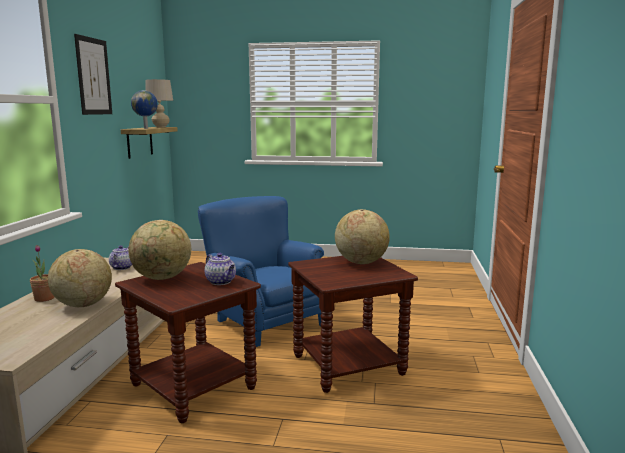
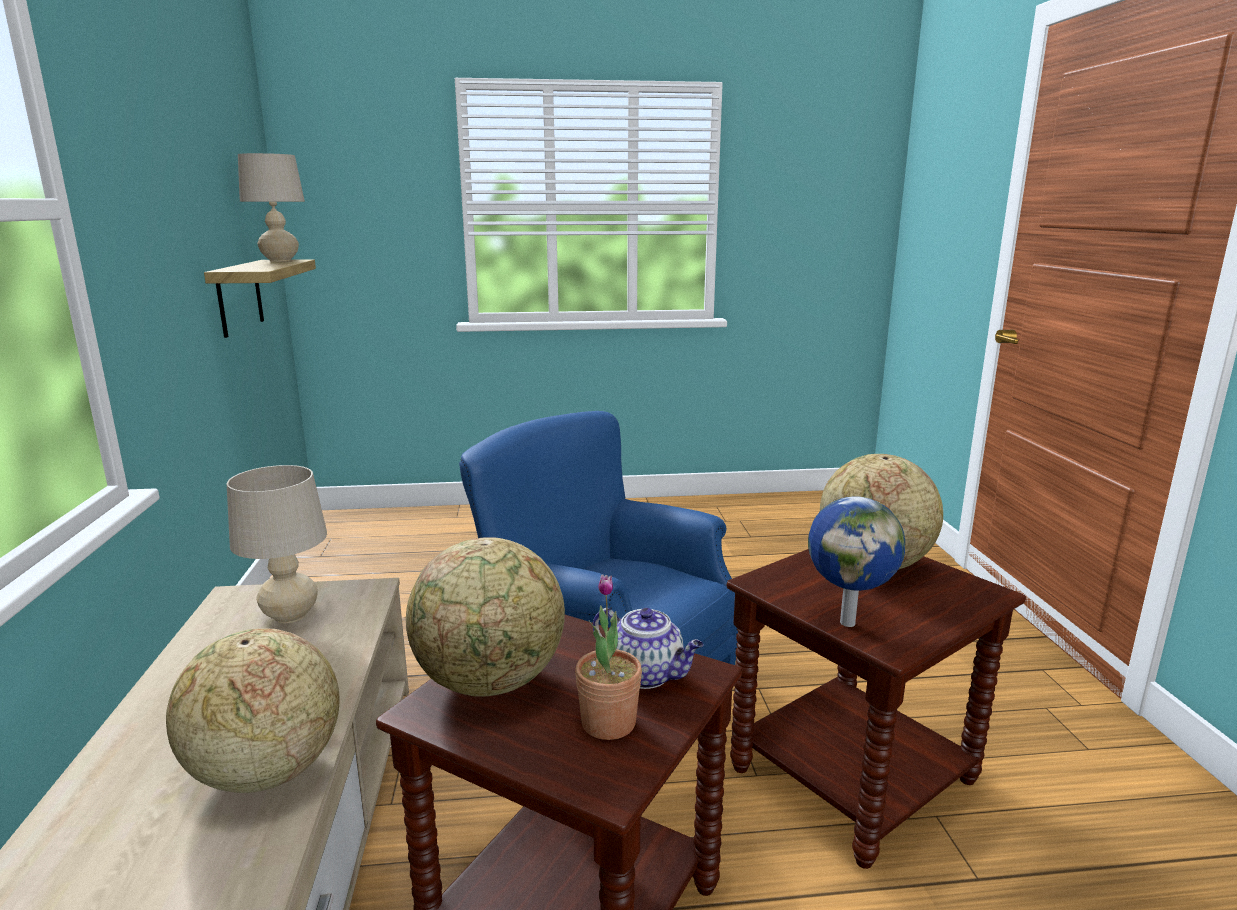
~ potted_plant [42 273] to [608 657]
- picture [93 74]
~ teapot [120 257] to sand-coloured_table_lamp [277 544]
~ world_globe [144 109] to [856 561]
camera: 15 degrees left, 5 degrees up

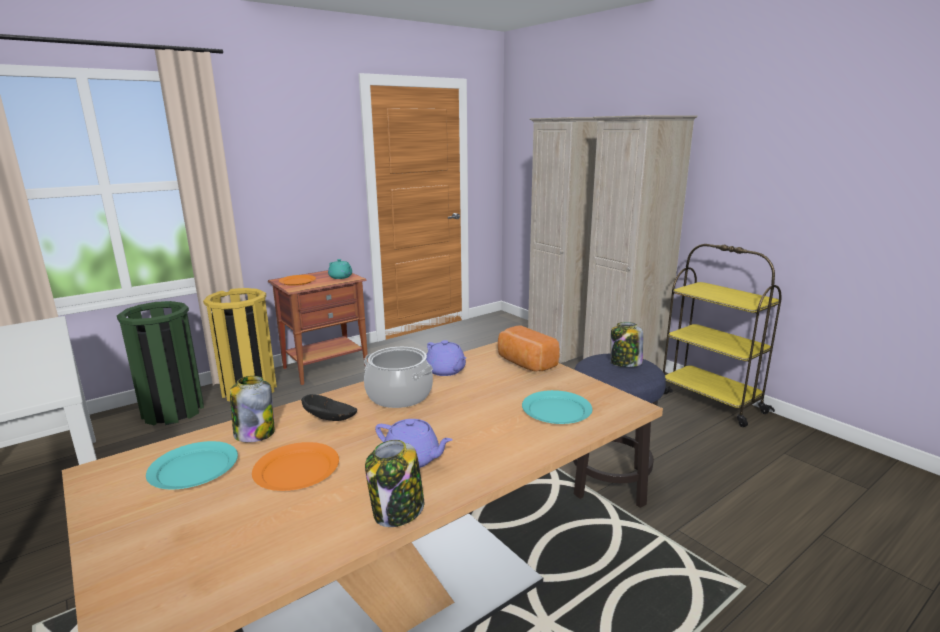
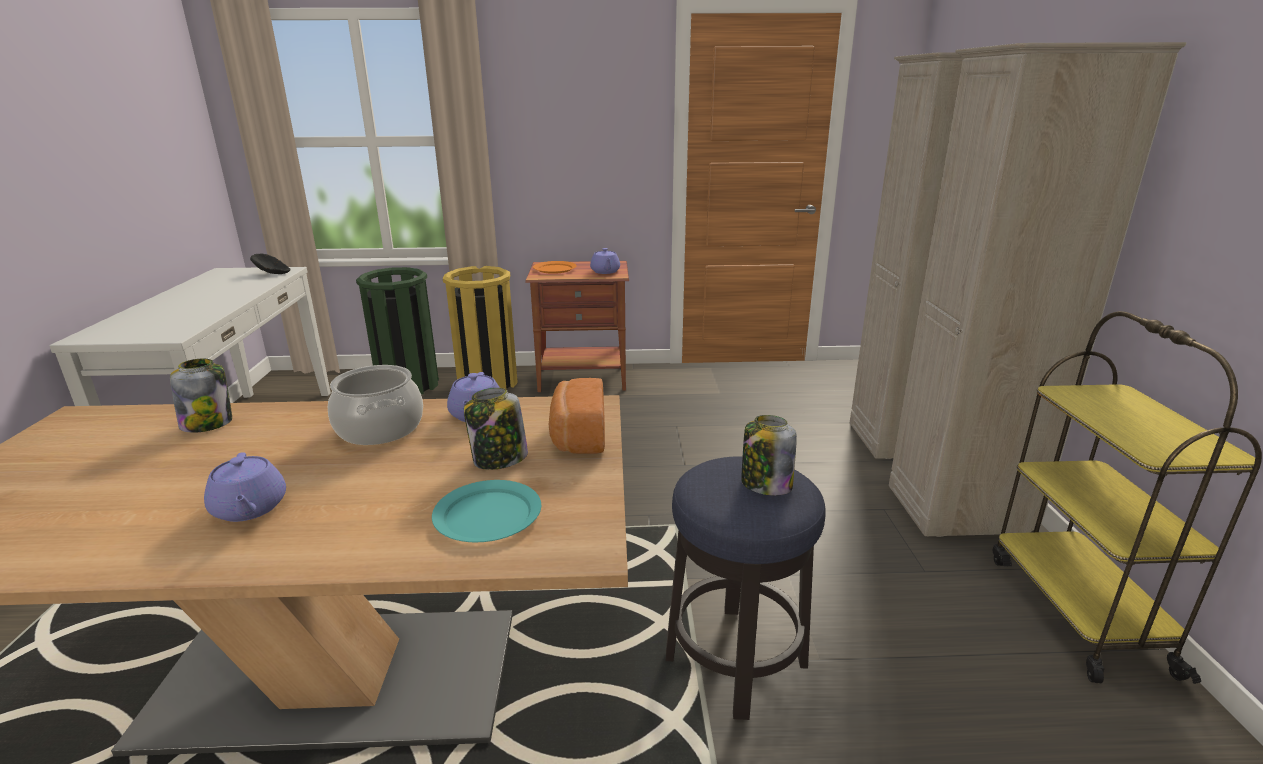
- turquoise-coloured_dinner_plate [192 465]
- orangey_dinner_plate [295 466]
~ black-coloured_deep_dish [329 407] to [270 264]
~ turquoise-coloured_teapot [340 269] to purple_teapot [605 261]
~ preserve_jar [394 483] to [496 429]
camera: 35 degrees right, 5 degrees up

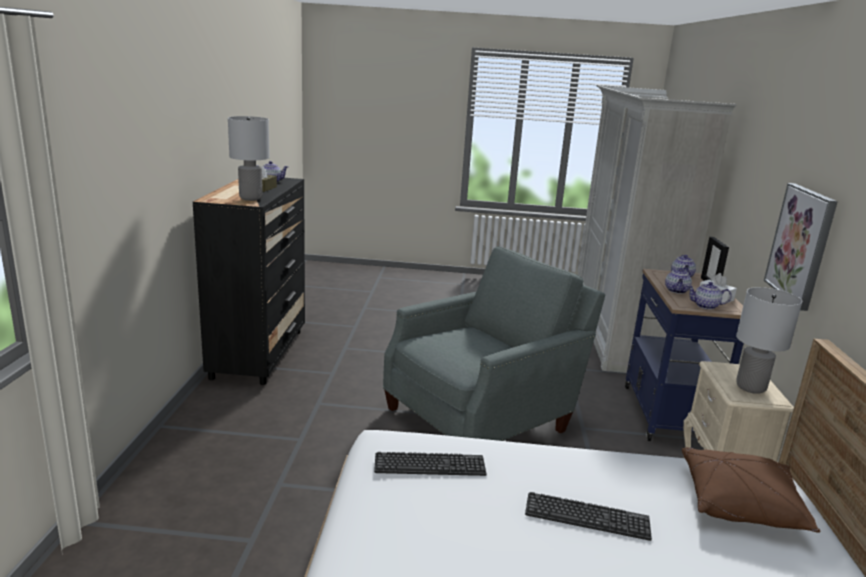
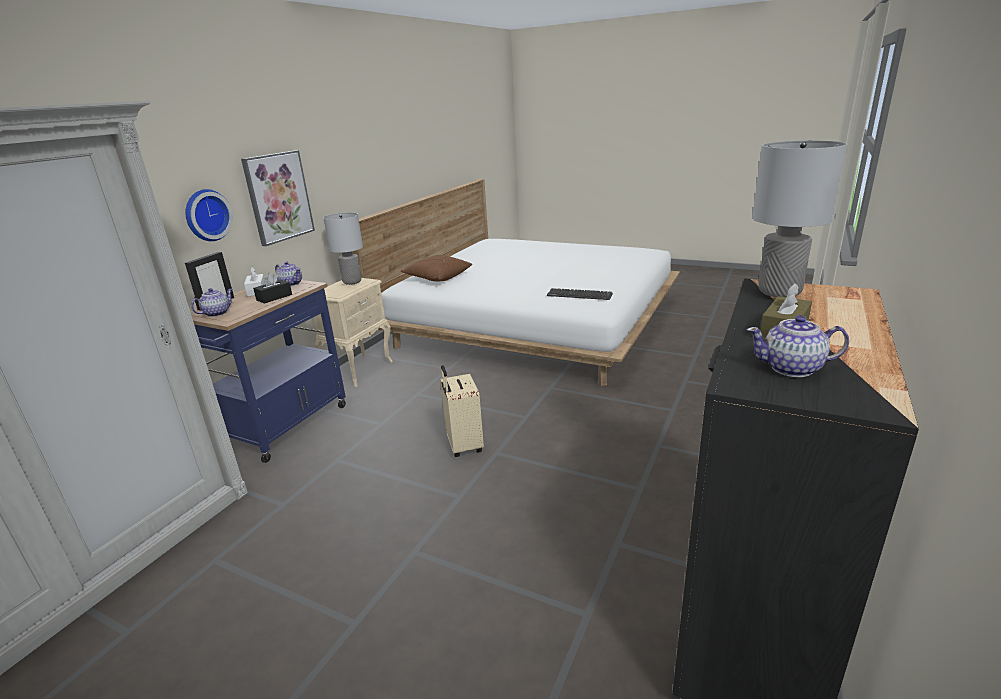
~ gray_armchair [494 343] to sand-coloured_travel_case [462 411]
- computer_keyboard [588 516]
~ teapot [678 281] to black-coloured_box_of_tissues [272 288]
+ wall_clock [209 215]
camera: 155 degrees left, 5 degrees up

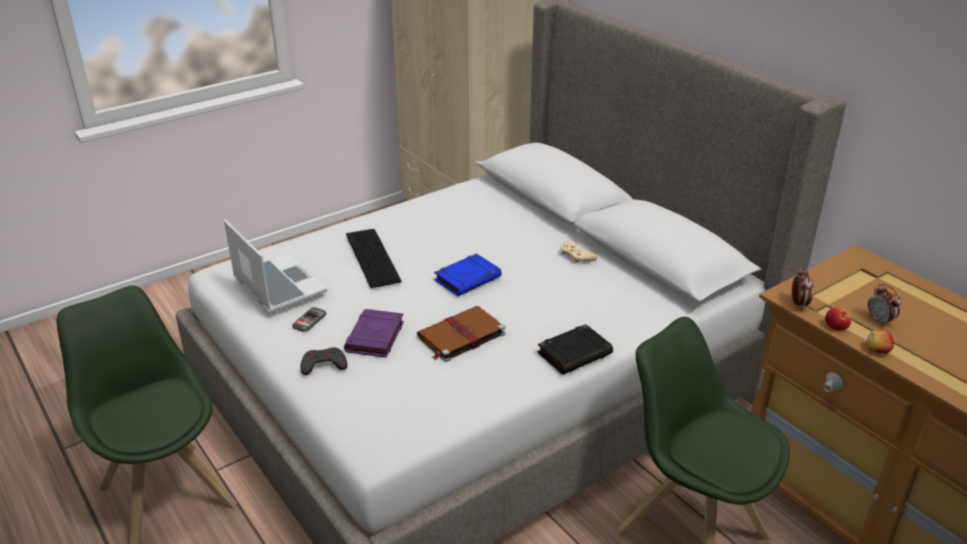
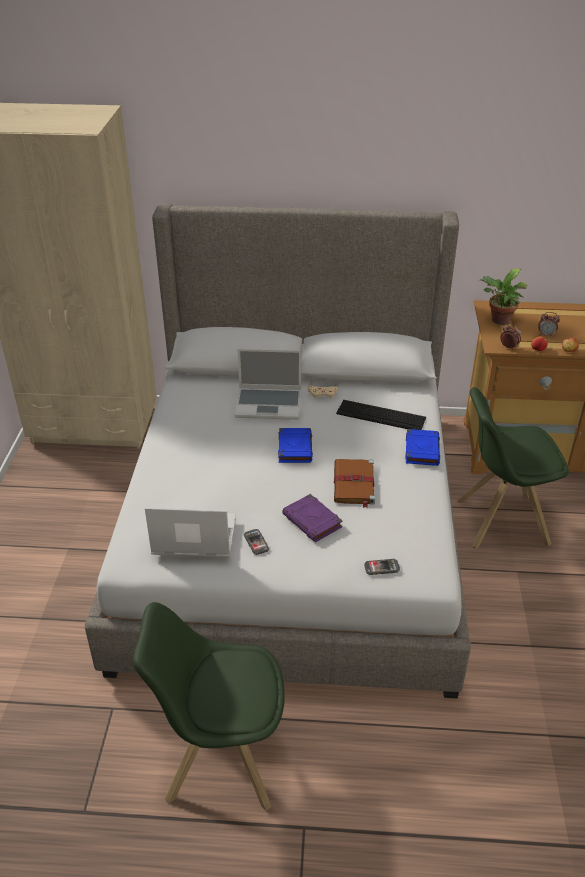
- gray_joypad [323 361]
~ computer_keyboard [374 258] to [381 415]
~ black-coloured_bound_book [575 349] to blue-coloured_bound_book [422 447]
+ laptop [268 384]
+ phone [382 567]
+ potted_plant [503 297]
camera: 50 degrees left, 5 degrees up

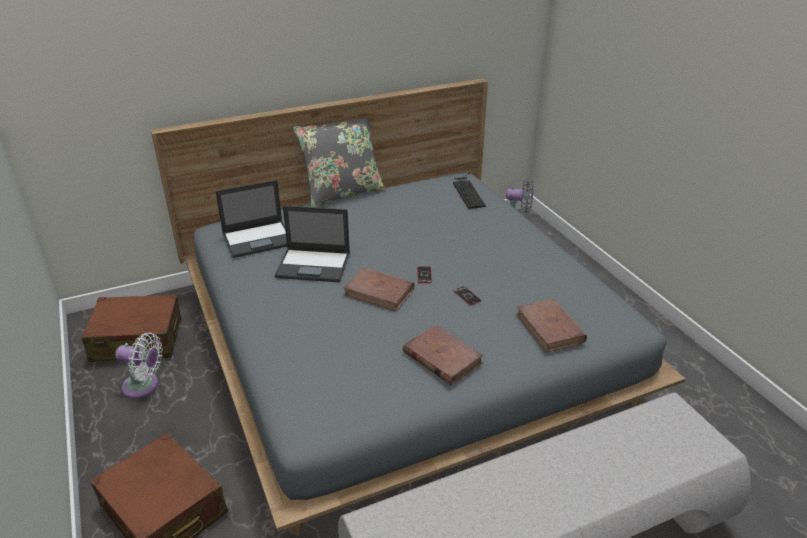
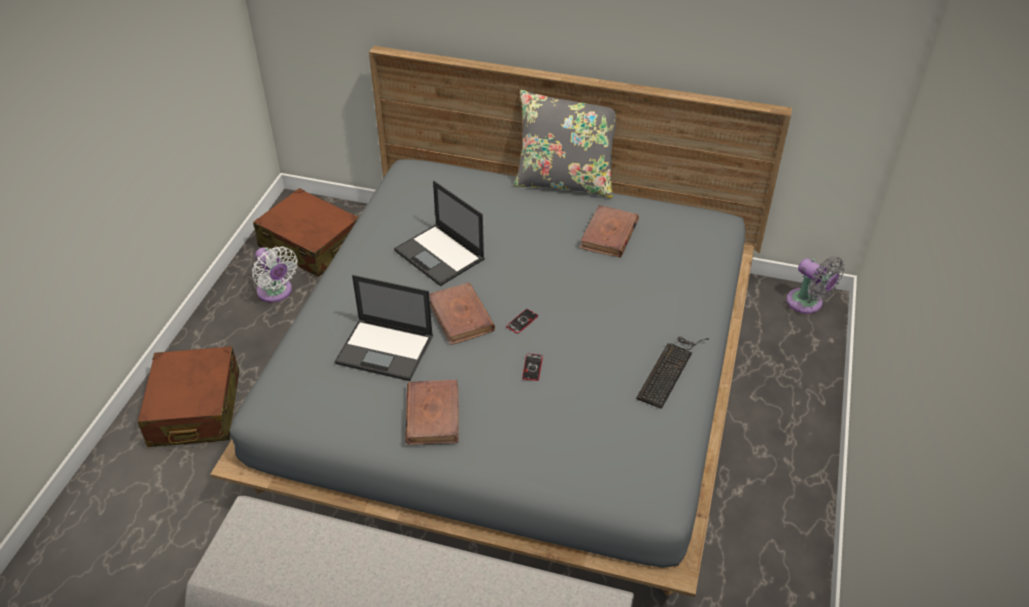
~ laptop [251 219] to [383 328]
~ computer_keyboard [469 191] to [672 373]
~ brown-coloured_bound_book [551 325] to [609 231]
camera: 40 degrees right, 10 degrees up

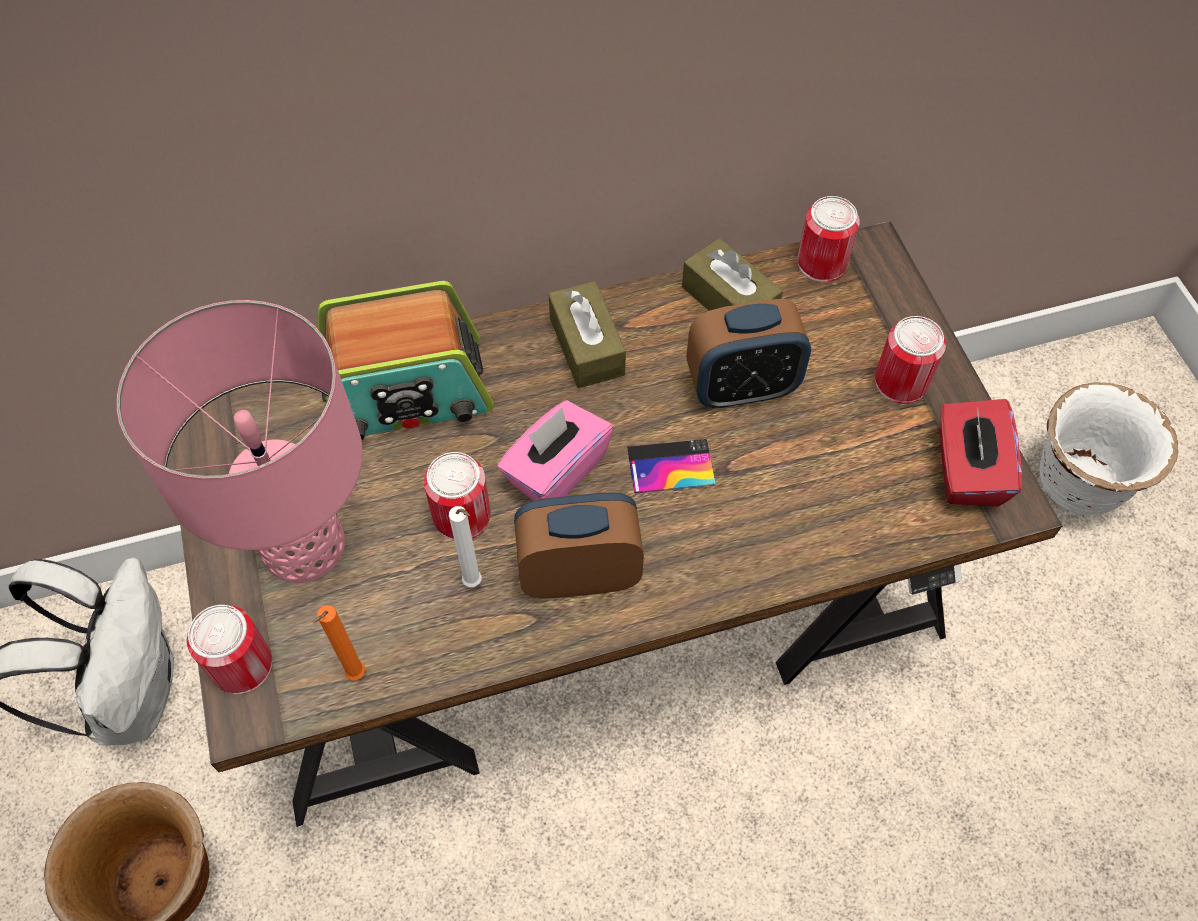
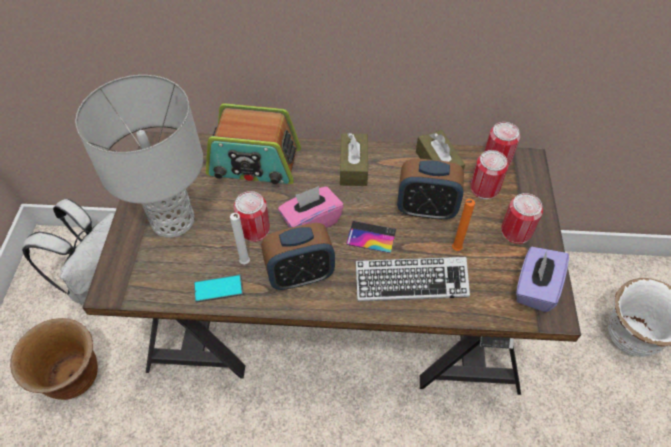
~ pink_table_lamp [240 441] to whitish_table_lamp [139 156]
~ can [229 649] to [489 174]
~ orangey_wax_light [339 643] to [463 225]
~ bedside_clock [579 546] = [298 256] 150 degrees clockwise
~ reddish_box_of_tissues [981 453] to purple_box_of_tissues [542 279]
+ phone [219 288]
+ computer_keyboard [412 279]
camera: 20 degrees right, 5 degrees down

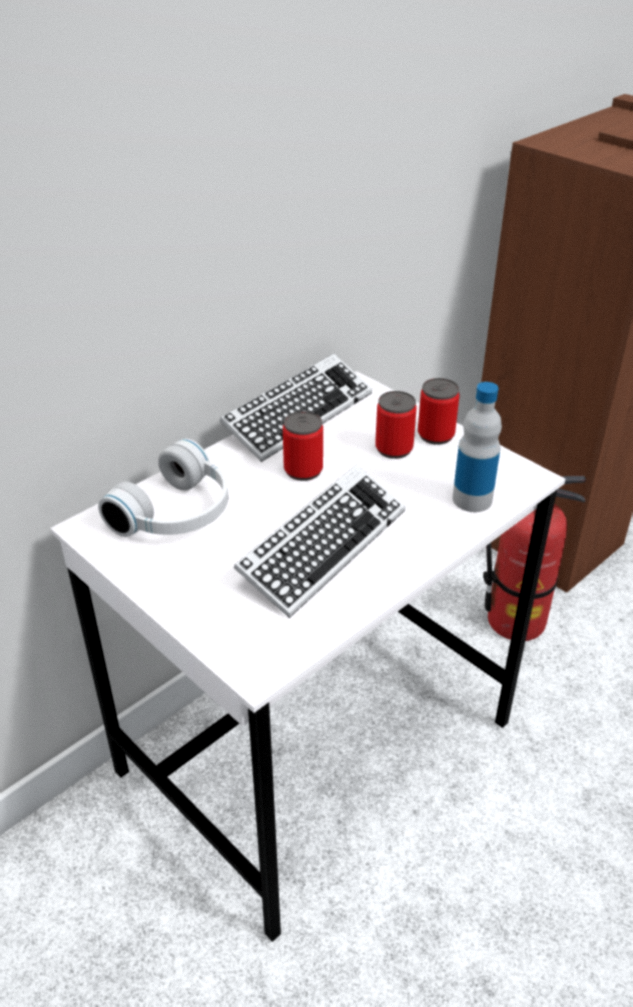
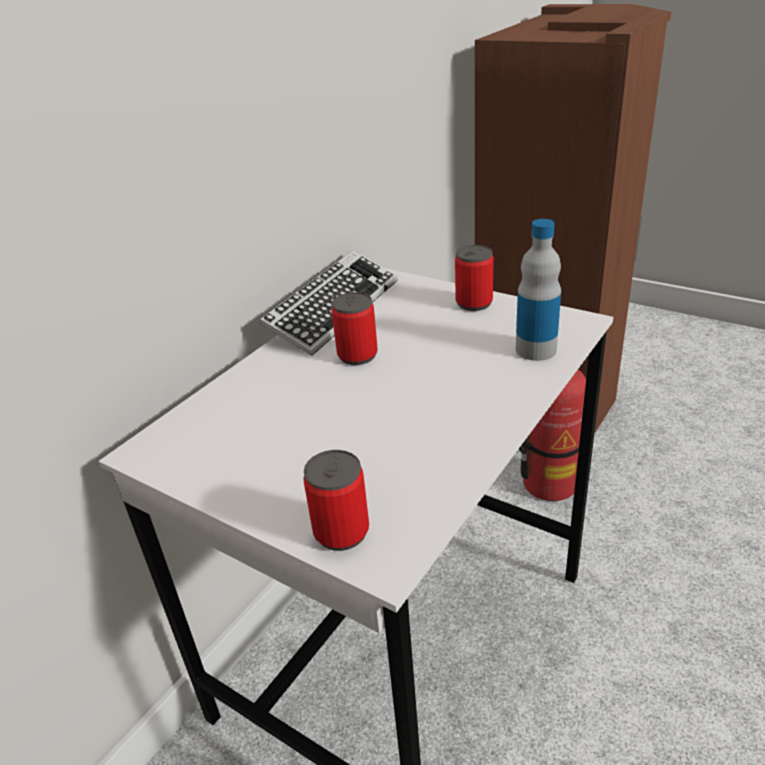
- whitish_headphones [163 488]
- computer_keyboard [319 541]
~ can [396 425] to [336 500]
camera: 10 degrees left, 5 degrees down

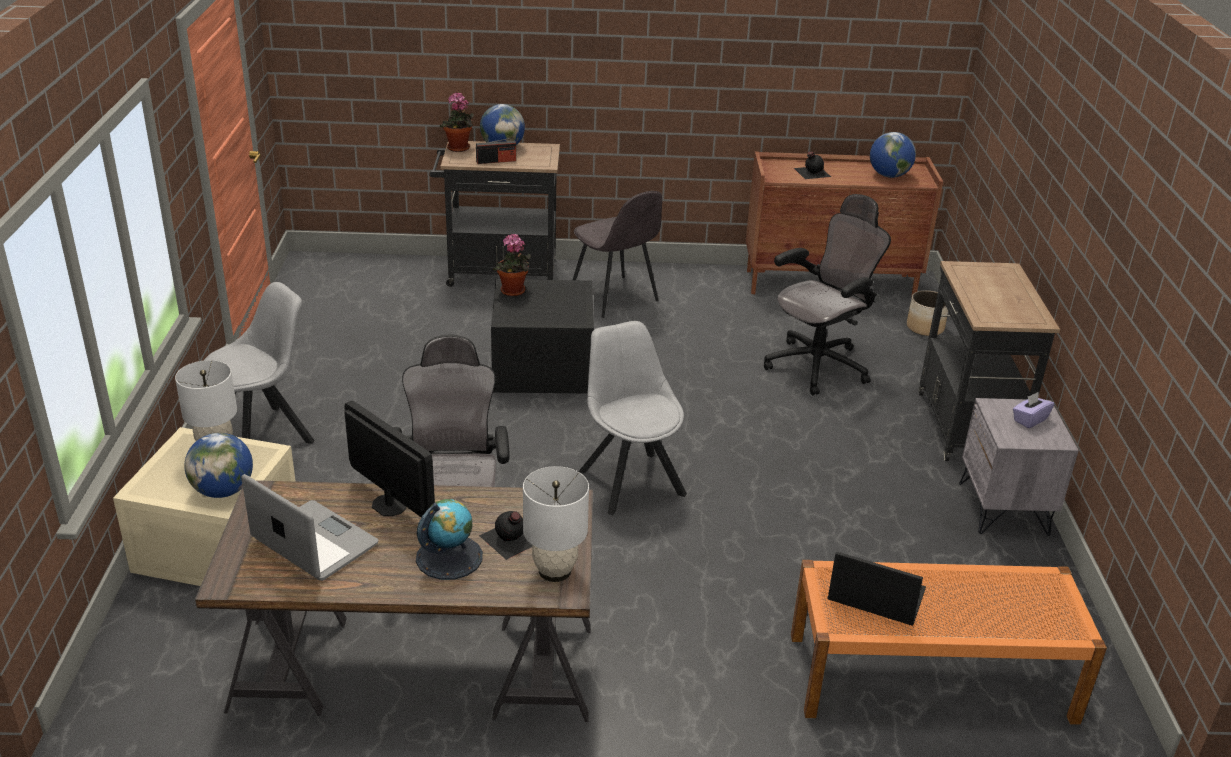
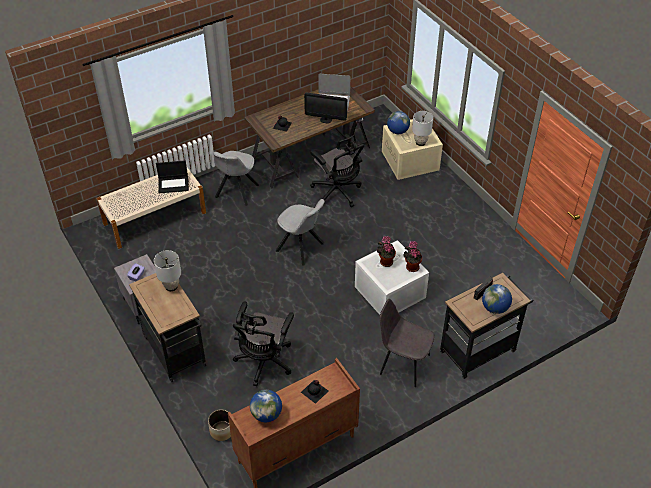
~ gray_chair [259 363] to [236 178]
- world_globe [449 539]
~ potted_plant [457 122] to [386 251]
~ black-coloured_storage_bin [542 336] to whitish_storage_bin [392 277]
~ whitish_table_lamp [556 524] to [167 270]
~ orangey_indoor_bench [949 642] to sand-coloured_indoor_bench [151 208]
camera: 150 degrees right, 15 degrees up

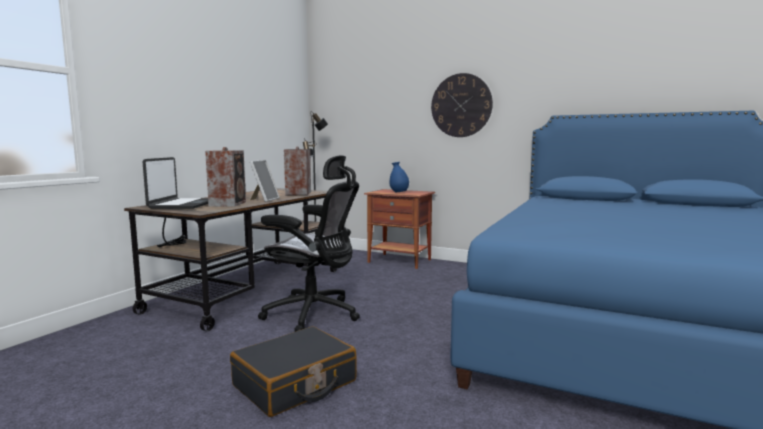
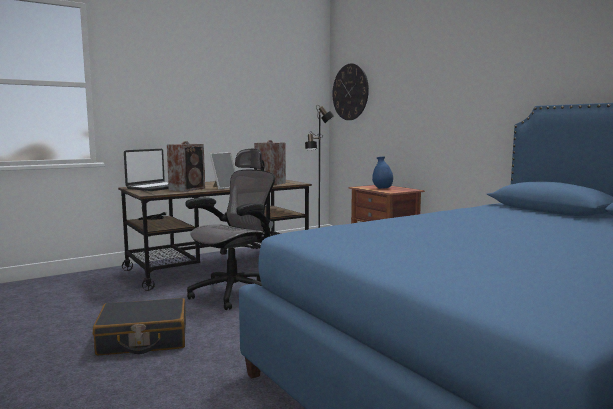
~ desk_chair [309 243] = [230 229] 105 degrees counterclockwise
~ wall_clock [462 105] to [351 91]
camera: 30 degrees right, 0 degrees up

